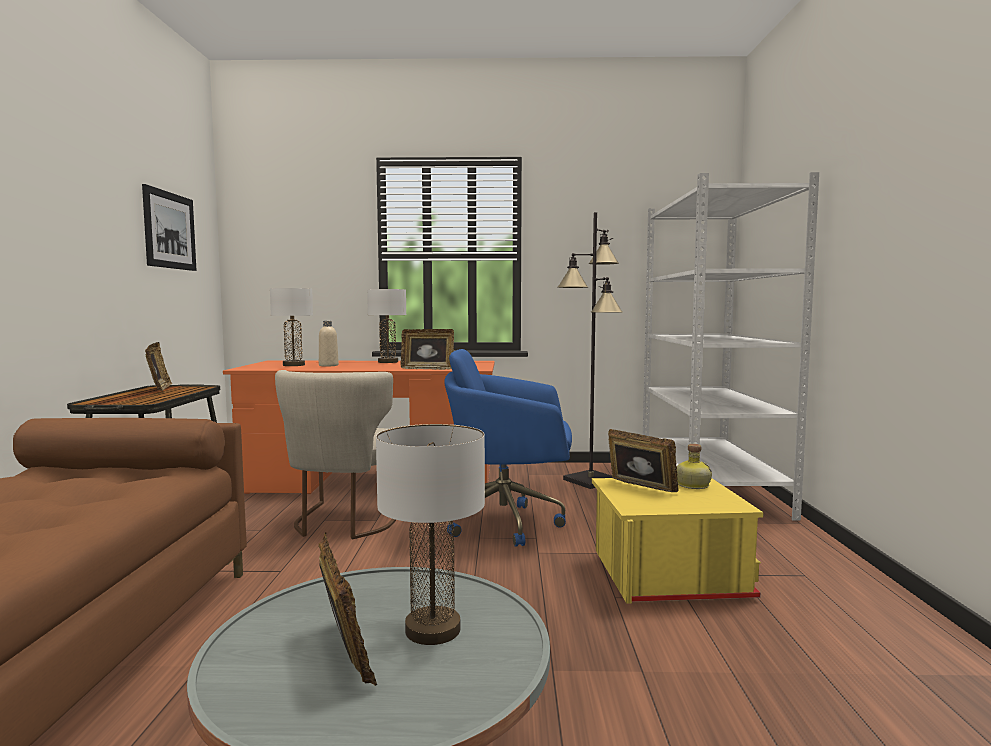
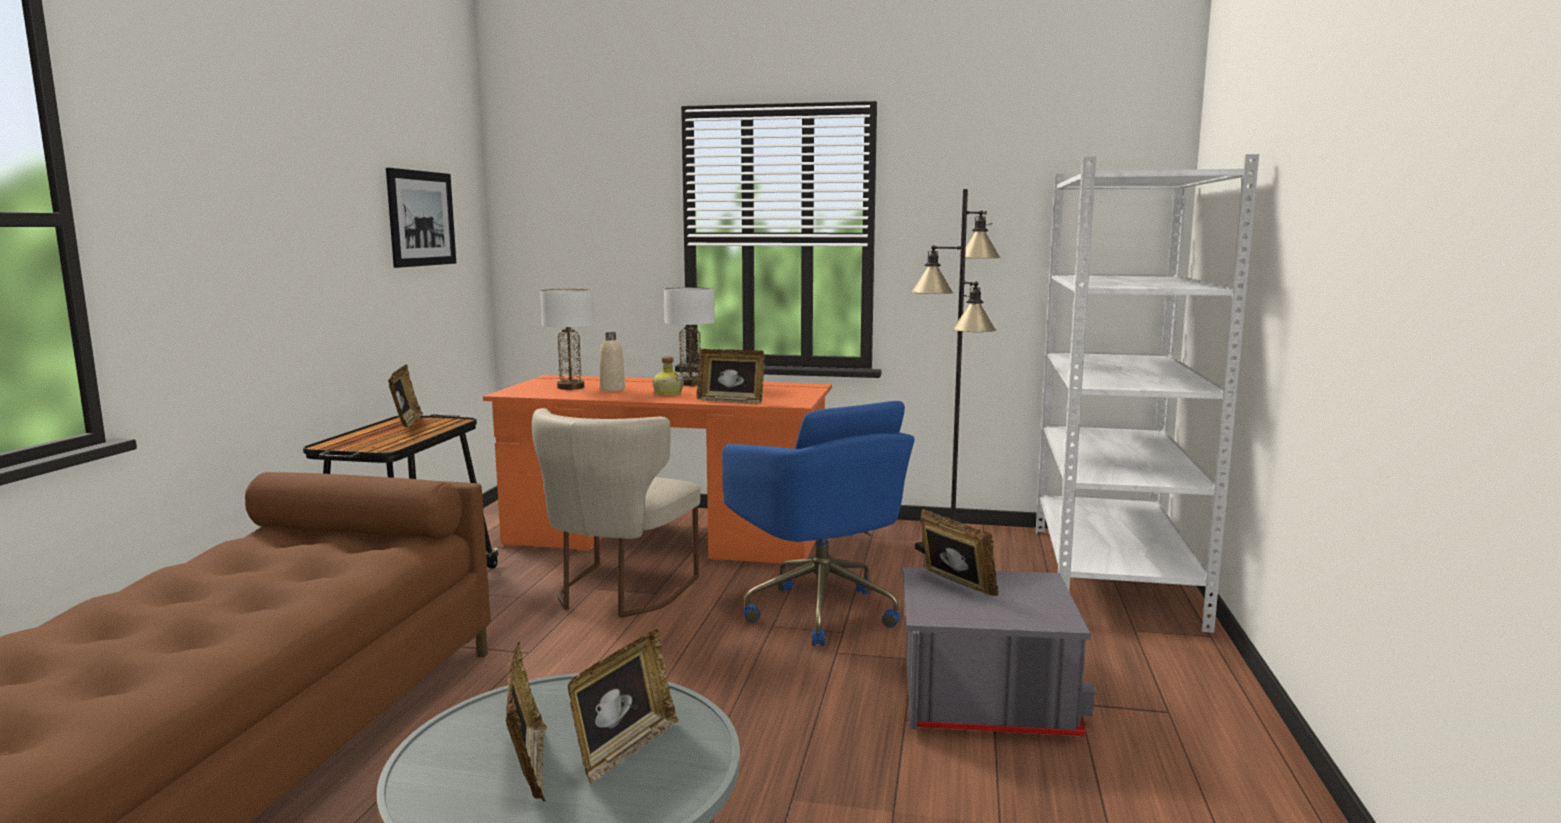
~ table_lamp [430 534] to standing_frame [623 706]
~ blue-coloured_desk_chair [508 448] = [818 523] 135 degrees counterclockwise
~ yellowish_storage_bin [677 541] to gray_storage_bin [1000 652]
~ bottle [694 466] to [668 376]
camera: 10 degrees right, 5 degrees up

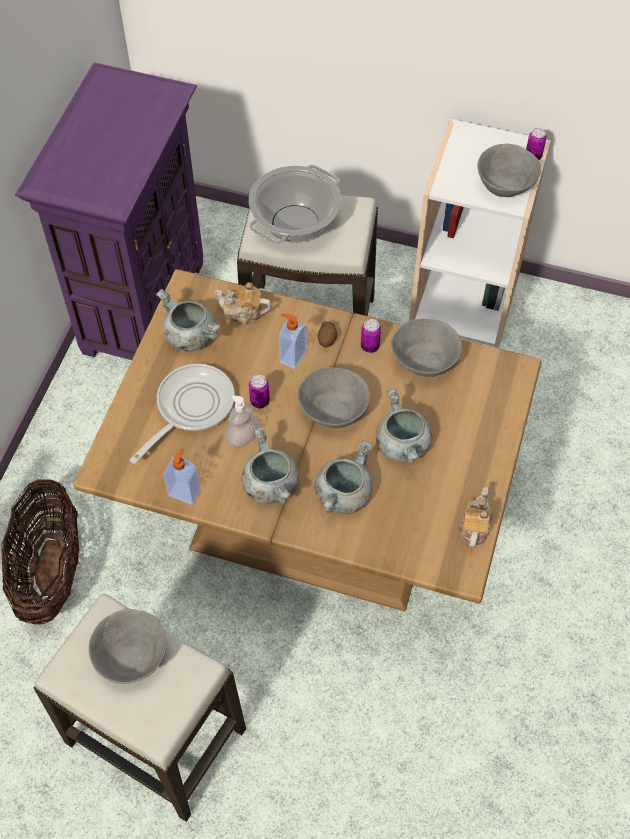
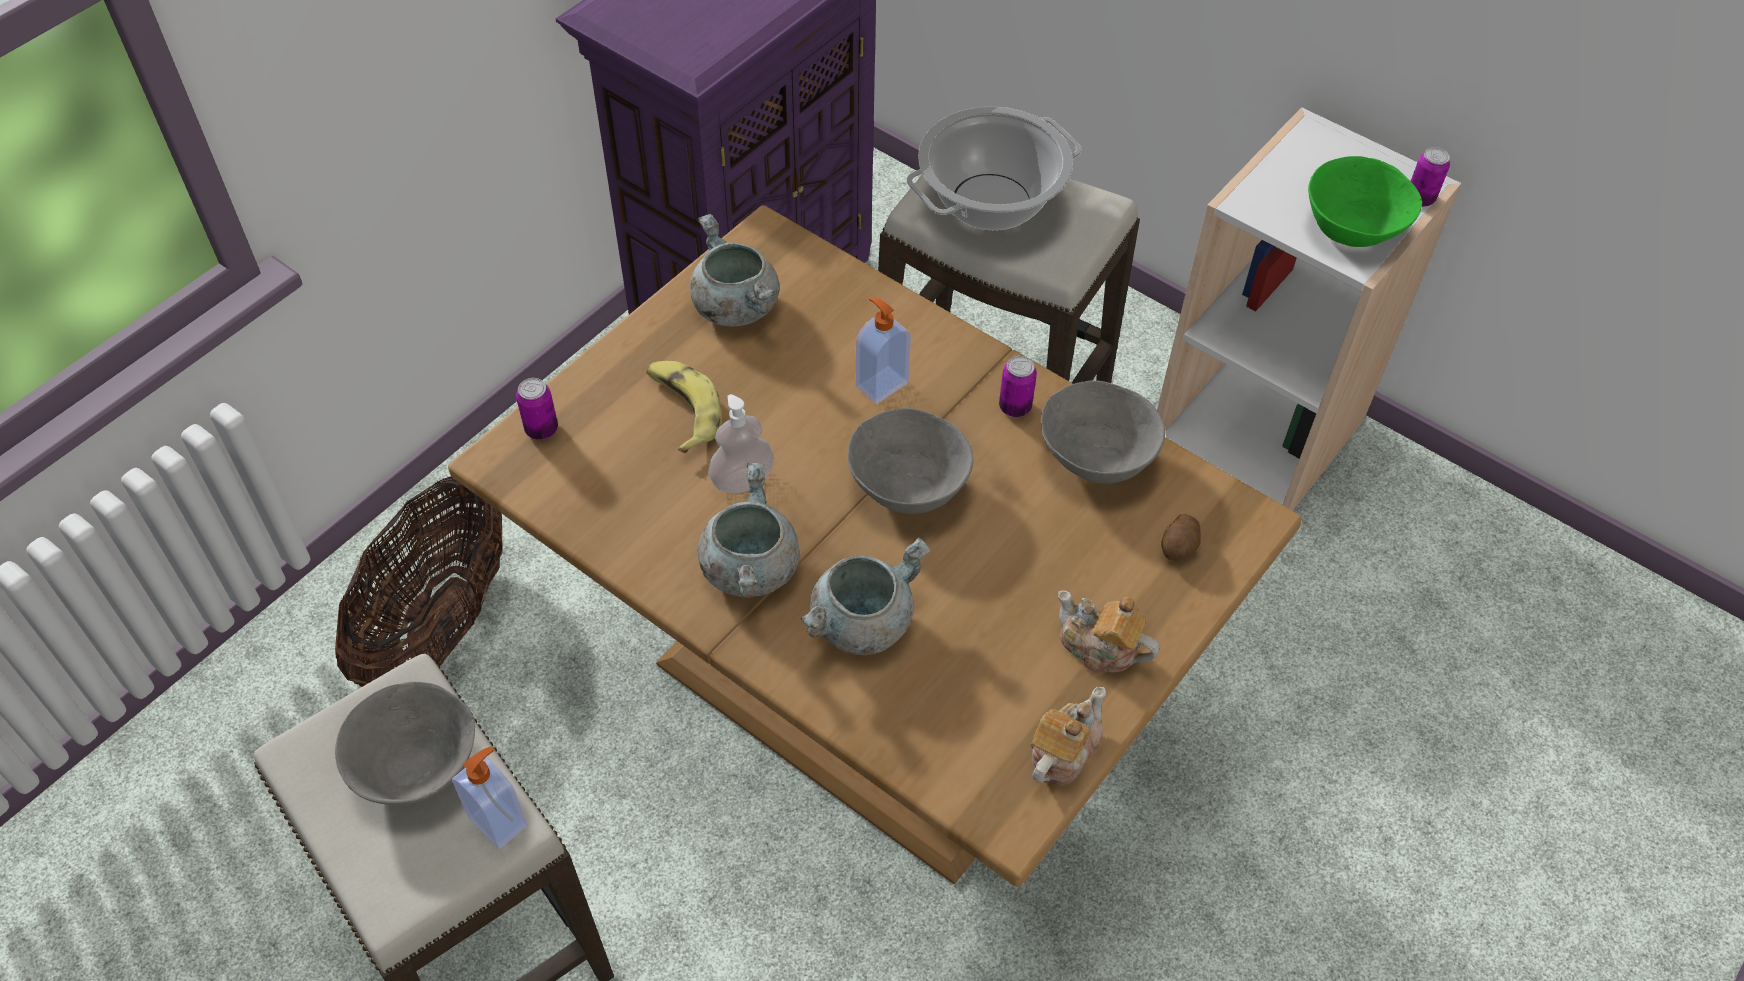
~ pan [182 414] to banana_fruit [684 407]
~ soap_dispenser [182 476] to [489 797]
~ teapot [243 303] to [1108 632]
~ can [259 392] to [537 409]
~ potato [328 334] to [1181 537]
- gray_stockpot [404 427]
~ gray_deep_dish [509 170] to greenish_deep_dish [1365 201]
camera: 20 degrees right, 5 degrees down

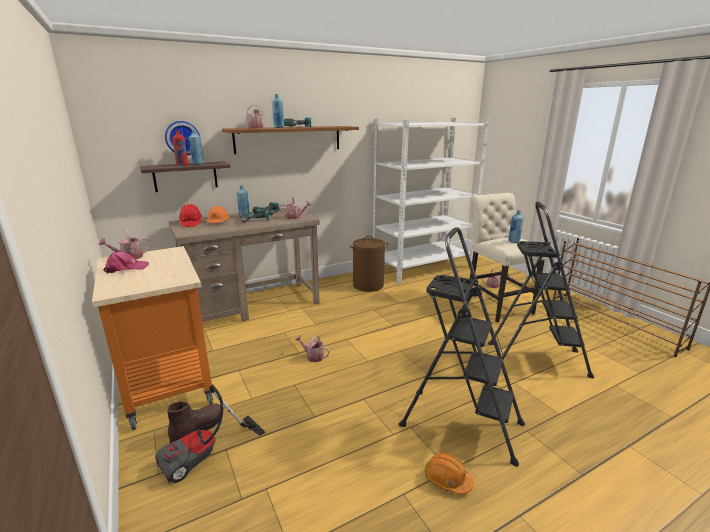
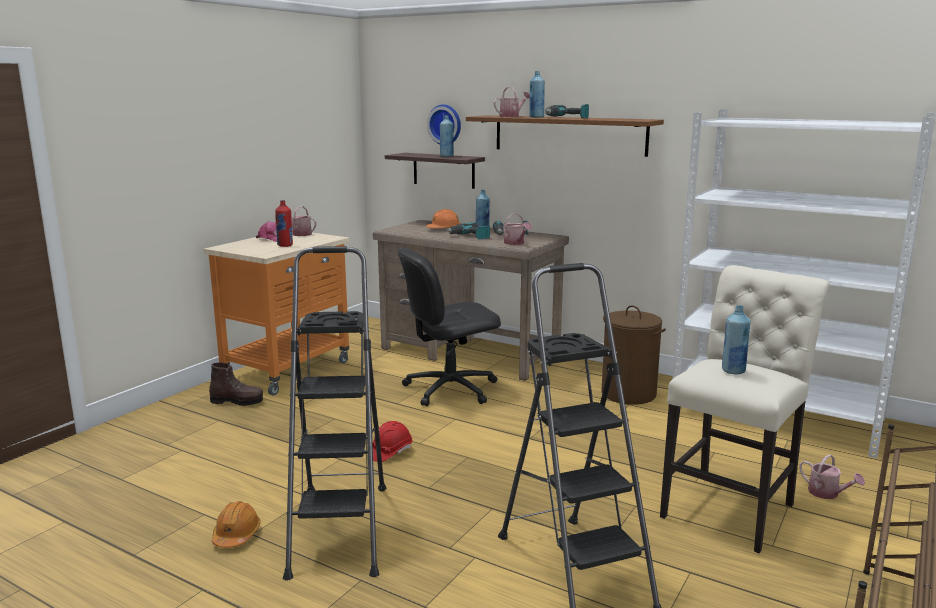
- vacuum_cleaner [210 433]
~ reddish_bottle [180 148] to [284 223]
~ reddish_safety_helmet [190 215] to [392 441]
- sprinkling_can [312 348]
+ black-coloured_desk_chair [449 327]
camera: 60 degrees right, 5 degrees down

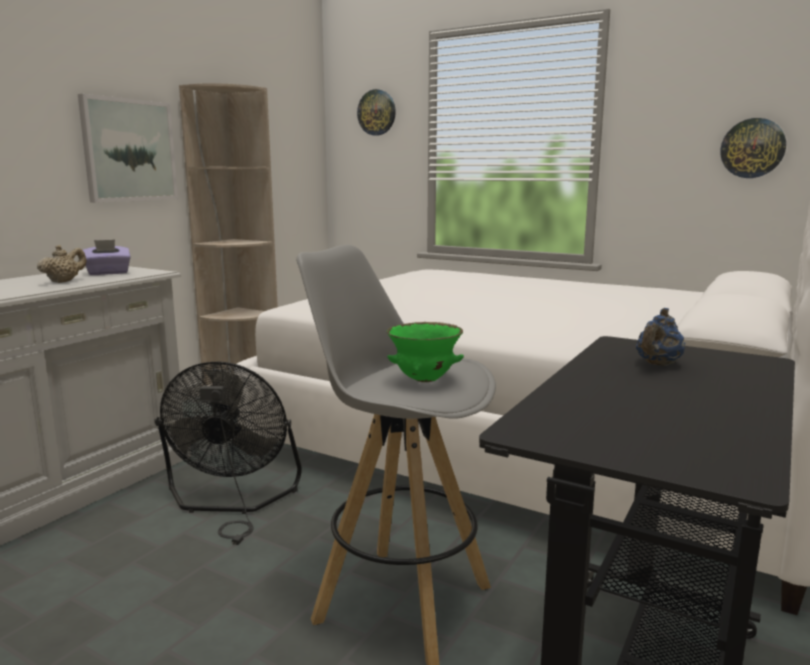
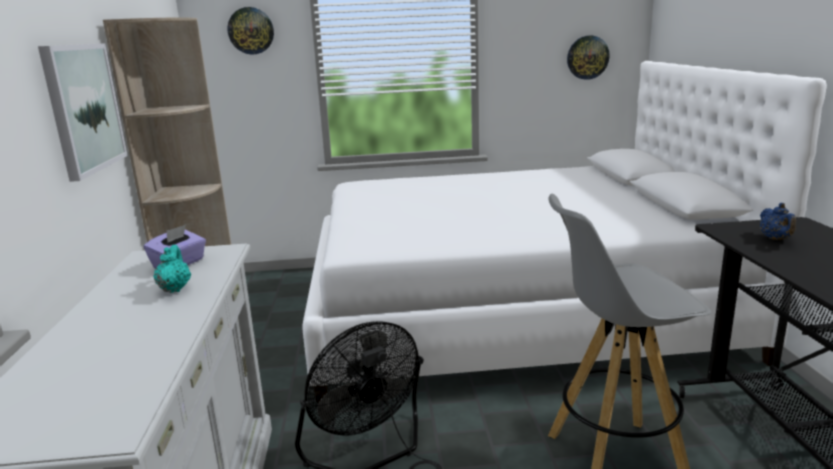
~ sand-coloured_teapot [61 264] to turquoise-coloured_teapot [172 269]
- greenish_deep_dish [425 352]
camera: 35 degrees left, 5 degrees up

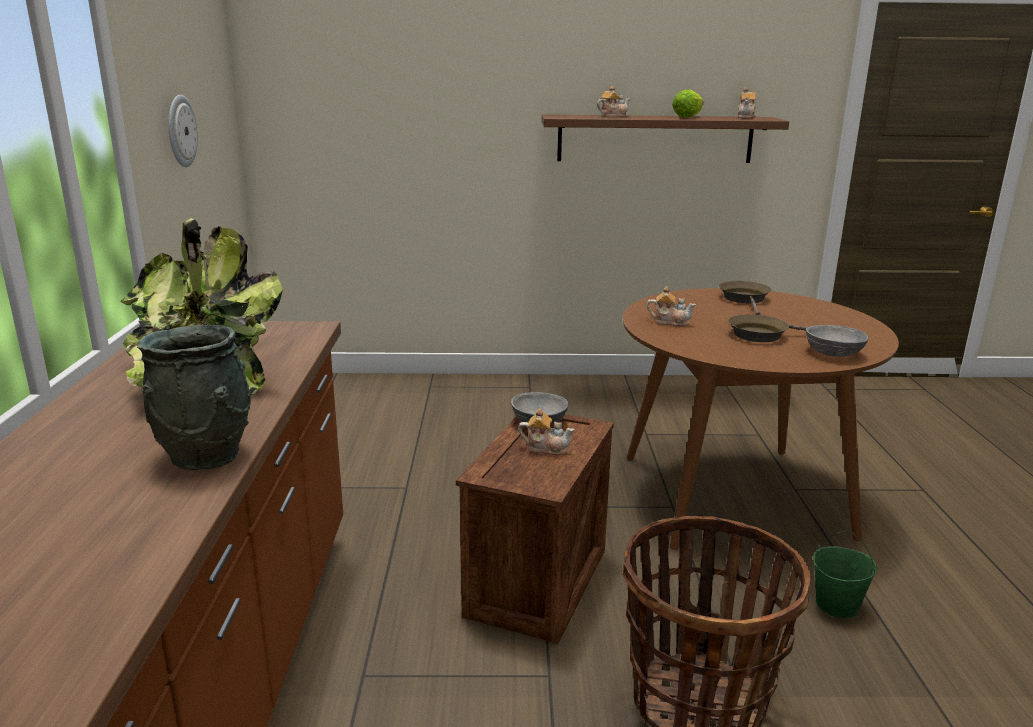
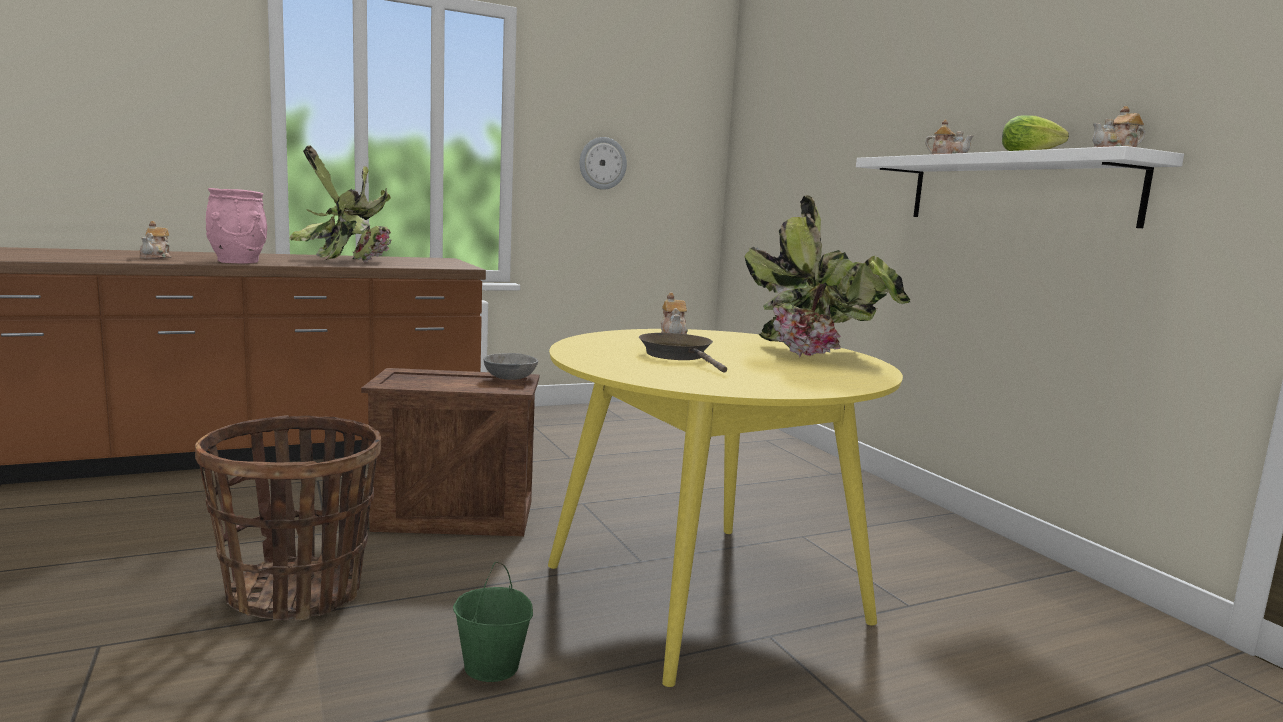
~ gray_vase [194 397] to pink_vase [236 225]
~ teapot [546 431] to [155 240]
~ brown-coloured_bracket_shelf [665 139] to whitish_bracket_shelf [1020 187]
~ brown-coloured_kitchen_table [761 419] to yellowish_kitchen_table [725 508]
~ brown-coloured_pan [745 298] to potted_plant [827 276]
- gray_deep_dish [837 341]
camera: 65 degrees right, 10 degrees down

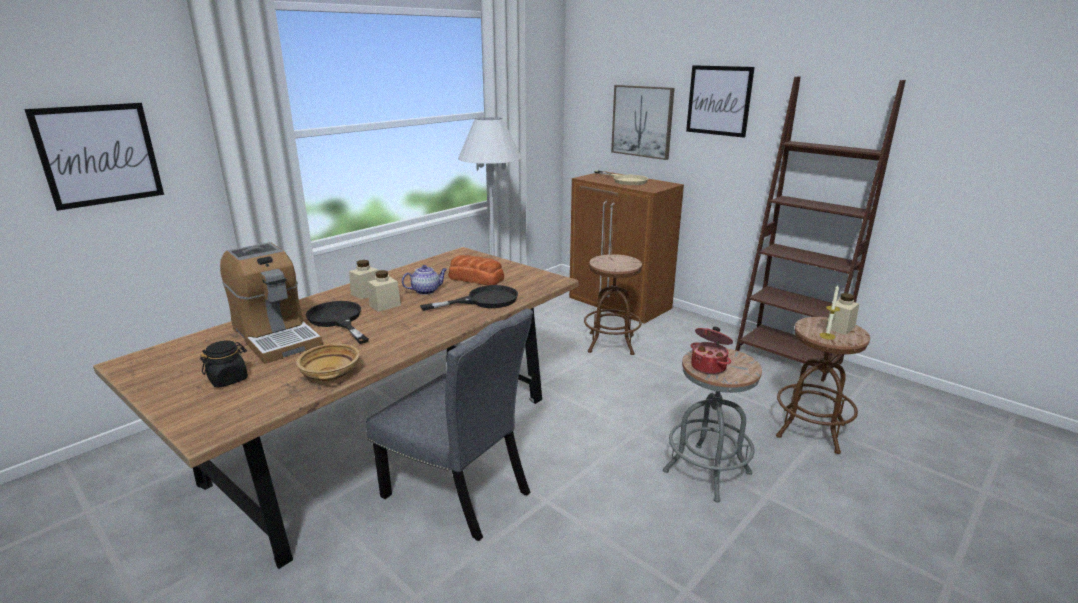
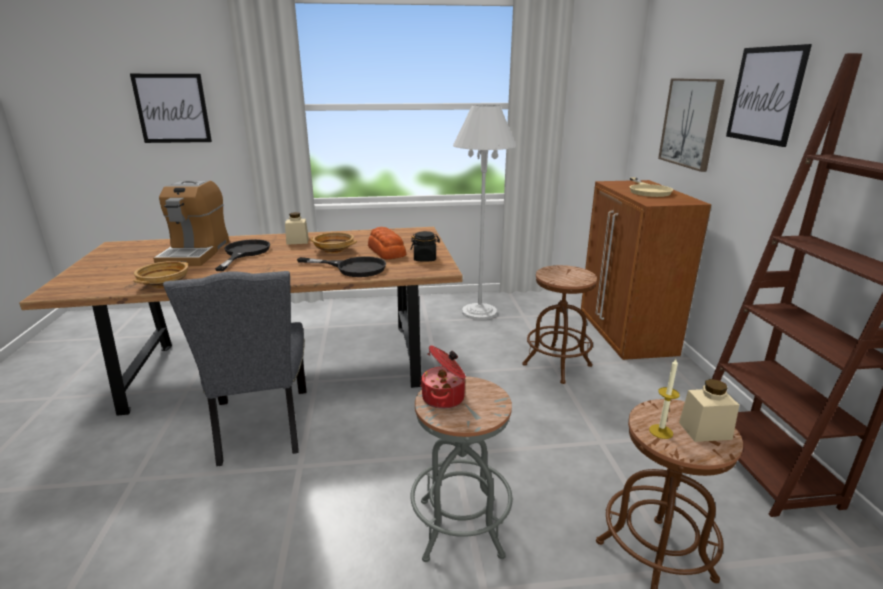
~ black-coloured_preserve_jar [224 363] to [425 246]
- sand-coloured_preserve_jar [384 291]
~ teapot [424 280] to sand-coloured_deep_dish [333 242]
camera: 40 degrees right, 0 degrees up

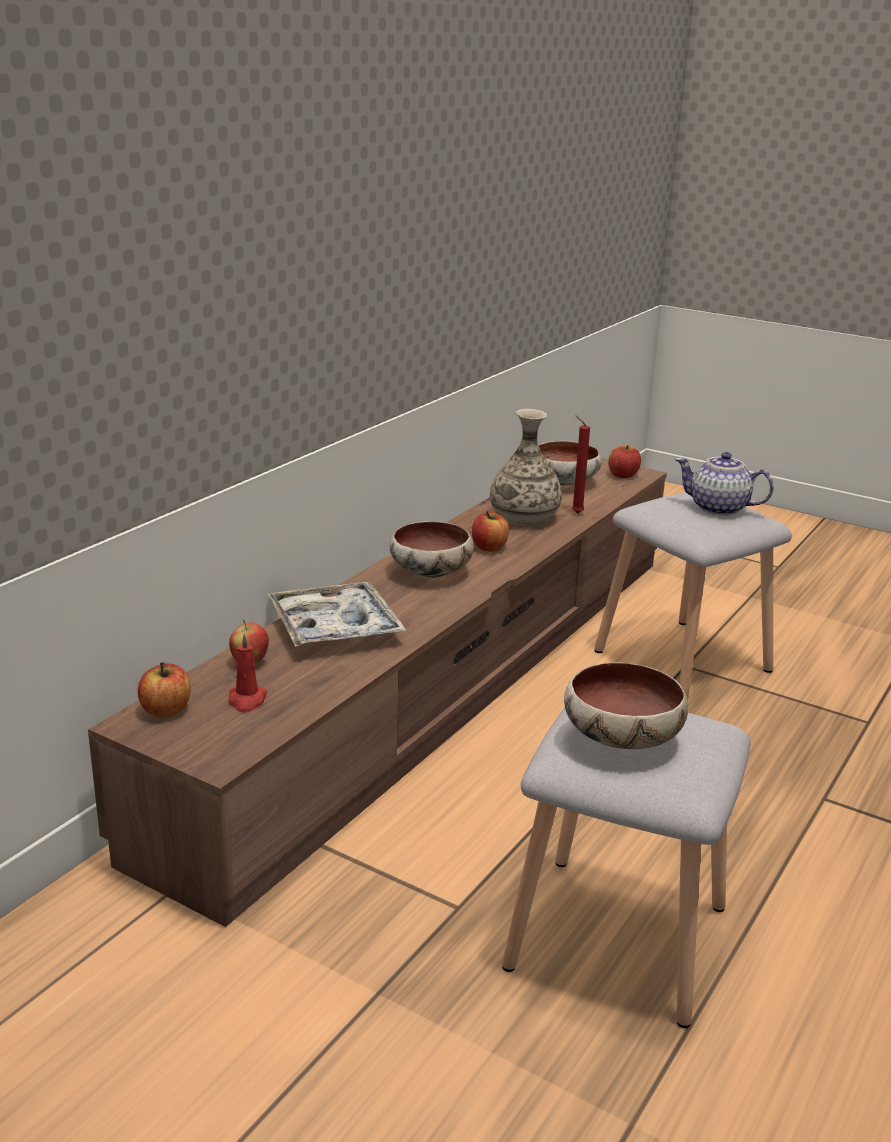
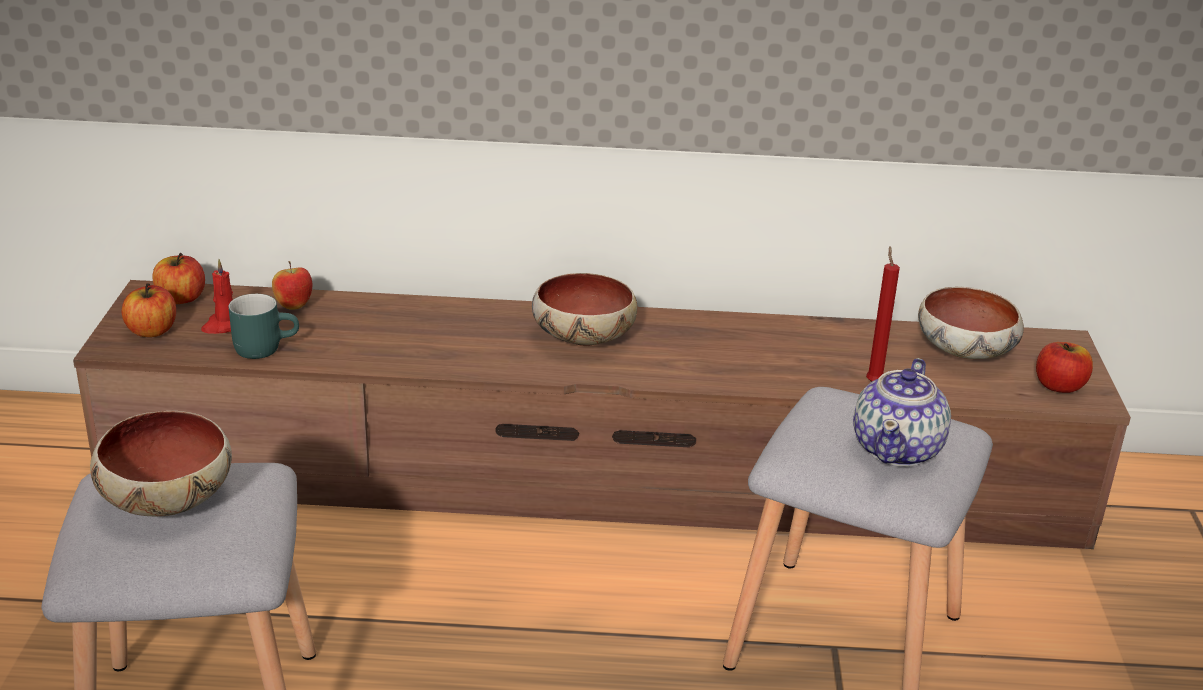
- serving_tray [337 614]
~ apple [490 531] to [149 310]
- vase [526 468]
~ teapot [724 484] = [902 412] 150 degrees counterclockwise
+ turquoise-coloured_coffee_mug [263 326]
camera: 60 degrees right, 5 degrees up

